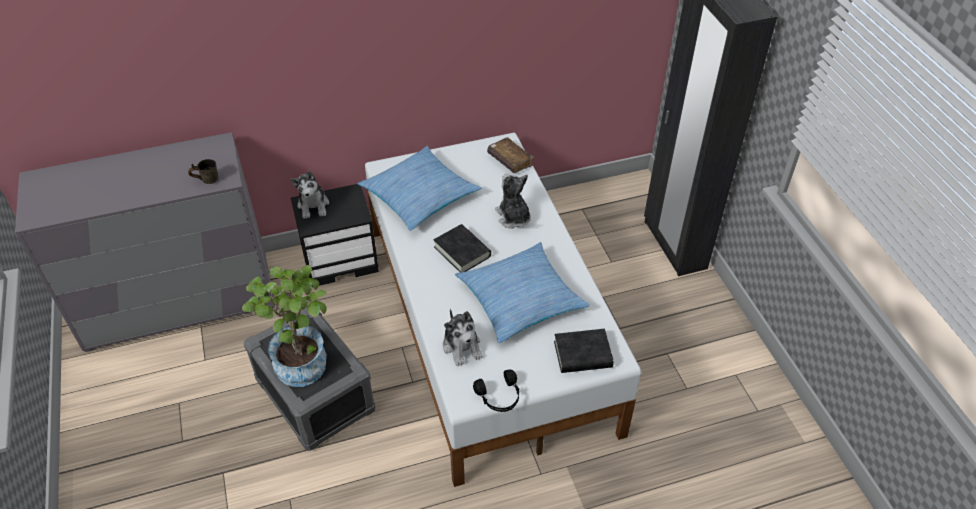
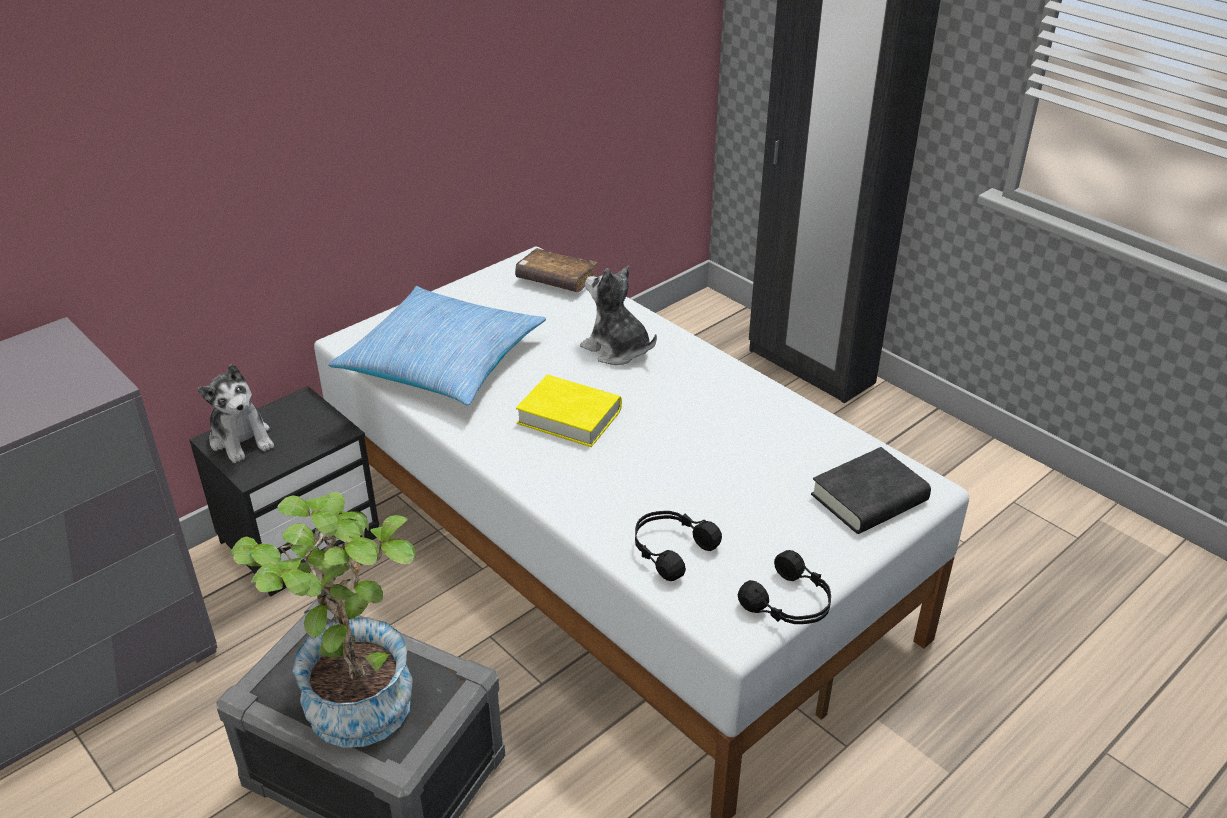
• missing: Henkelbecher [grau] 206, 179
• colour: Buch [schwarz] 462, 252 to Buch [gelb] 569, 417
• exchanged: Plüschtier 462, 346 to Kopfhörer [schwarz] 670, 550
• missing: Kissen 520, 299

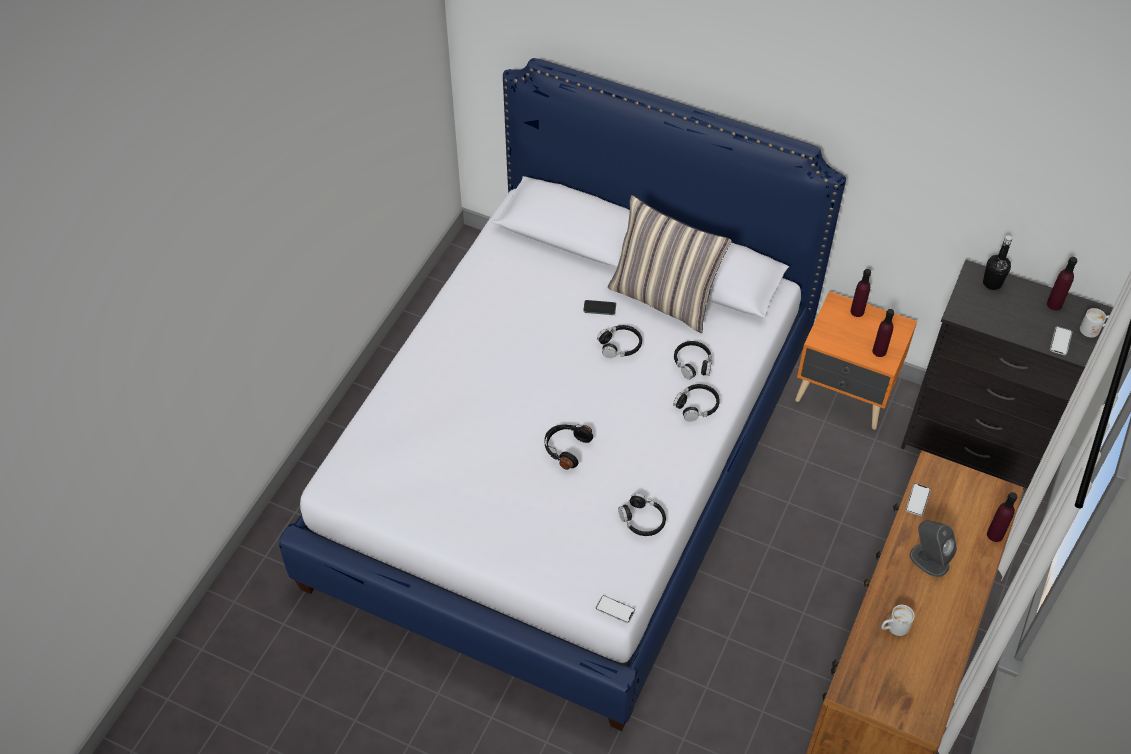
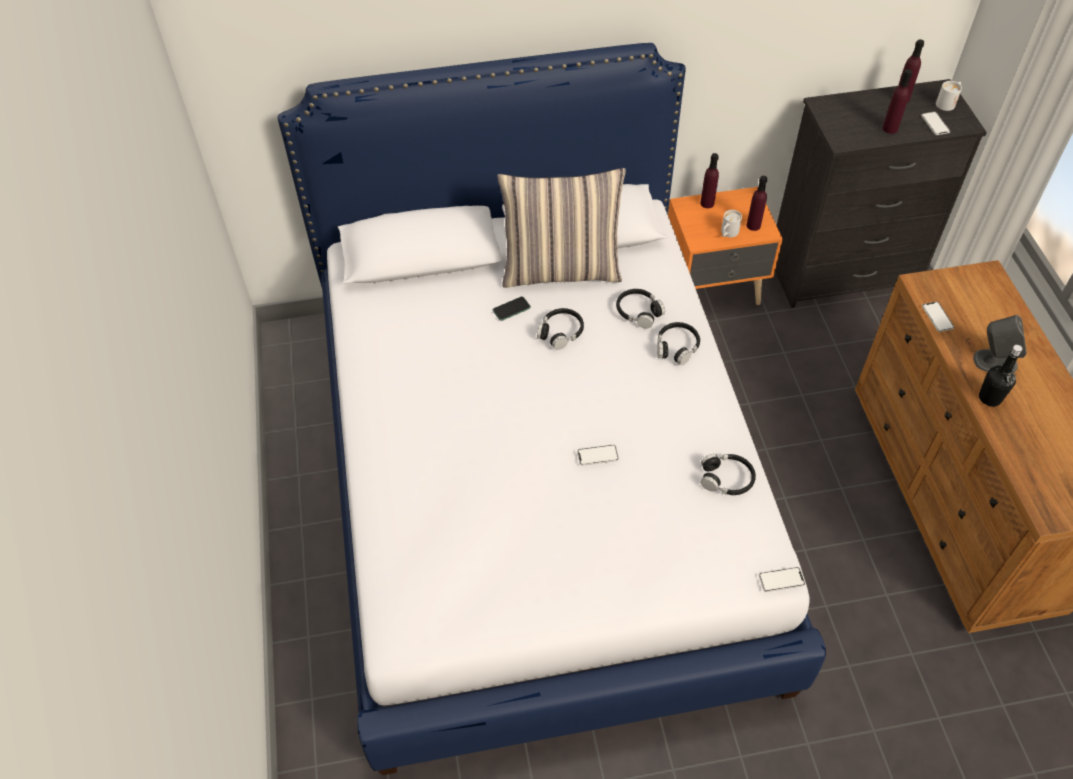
• exchanged: Kopfhörer [schwarz] 565, 448 to Handy 597, 455
• relocated: Henkelbecher [weiß] 893, 627 to 727, 233
• relocated: Flasche [schwarz] 992, 283 to 989, 398
• relocated: Flasche [lila] 995, 534 to 890, 128

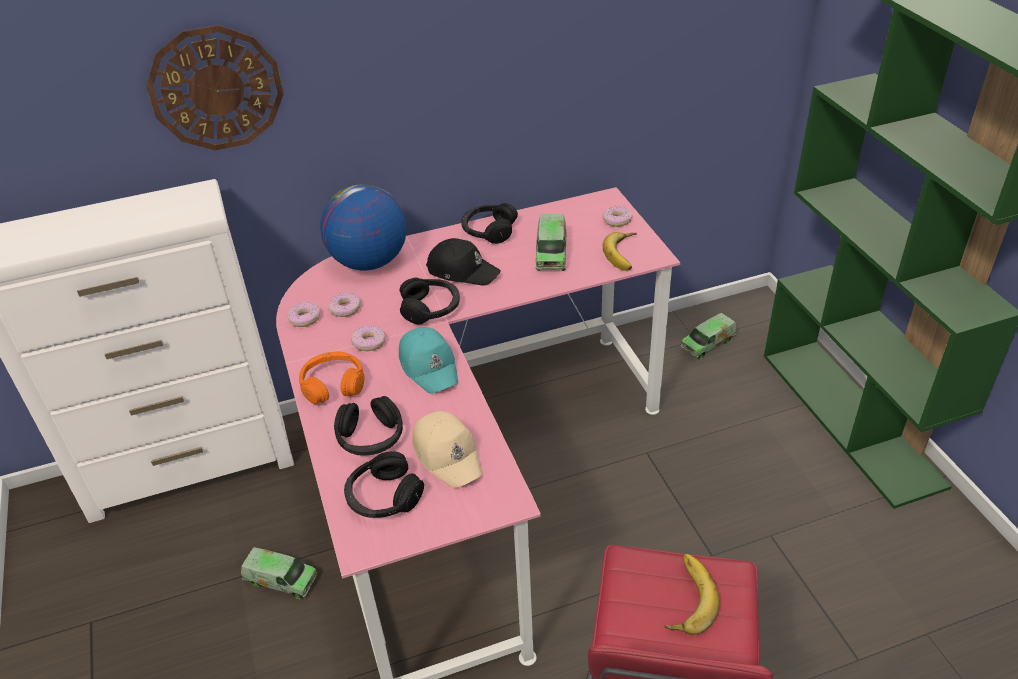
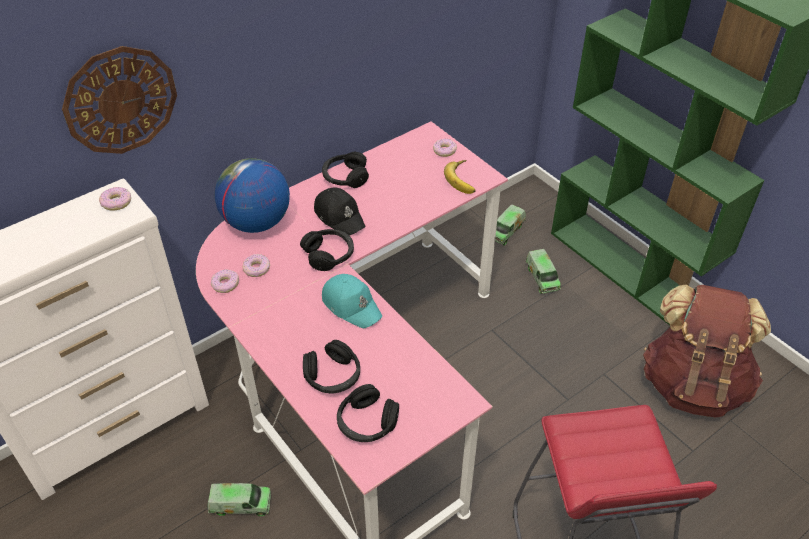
• missing: Kopfhörer [orange] 333, 385
• relocated: Donut 369, 342 to 116, 202
• missing: Kappe [beige] 448, 454
• spun: Kappe [schwarz] 462, 270 = 340, 216 45 degrees clockwise
• relocated: Spielzeuglaster 551, 253 to 542, 277
• missing: Banane 685, 598
• appeared: Rucksack [braun] 693, 384

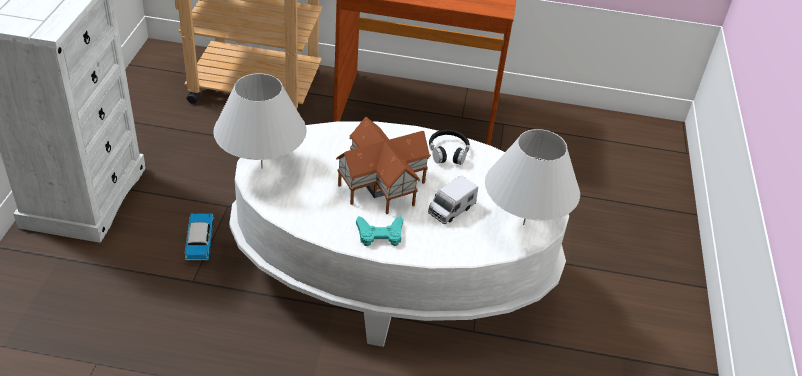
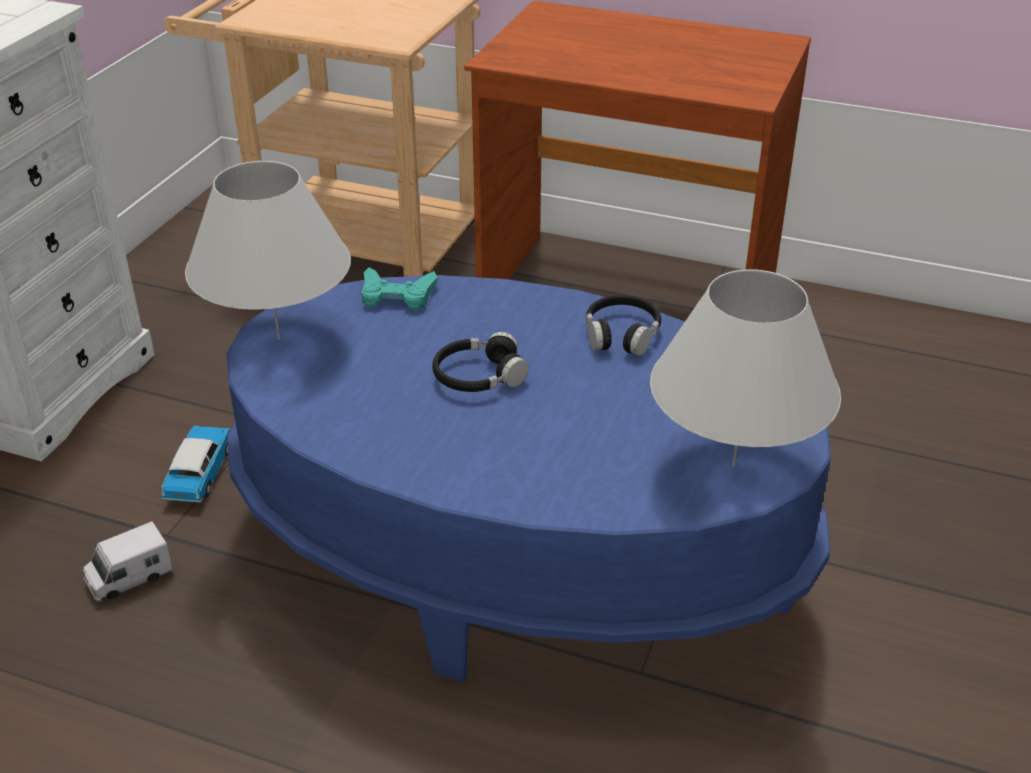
• colour: Couchtisch [weiß] 392, 272 to Couchtisch [blau] 515, 553
• exchanged: Spielzeughaus 380, 183 to Kopfhörer [schwarz] 478, 376
• relocated: Gamepad [türkis] 380, 234 to 397, 296
• relocated: Spielzeuglaster 451, 209 to 129, 577

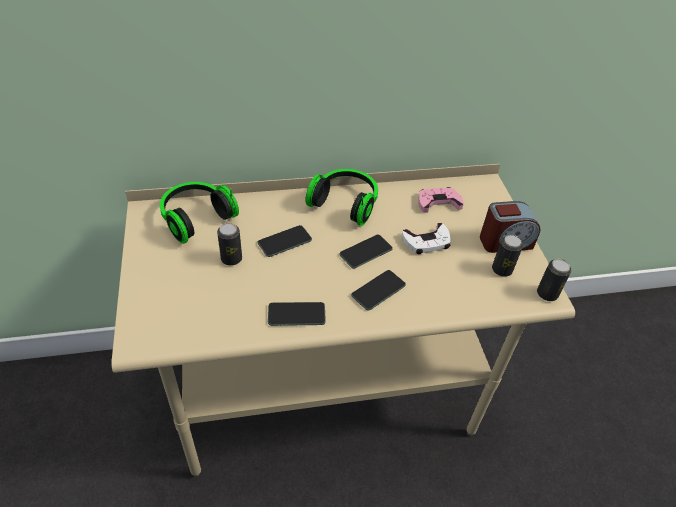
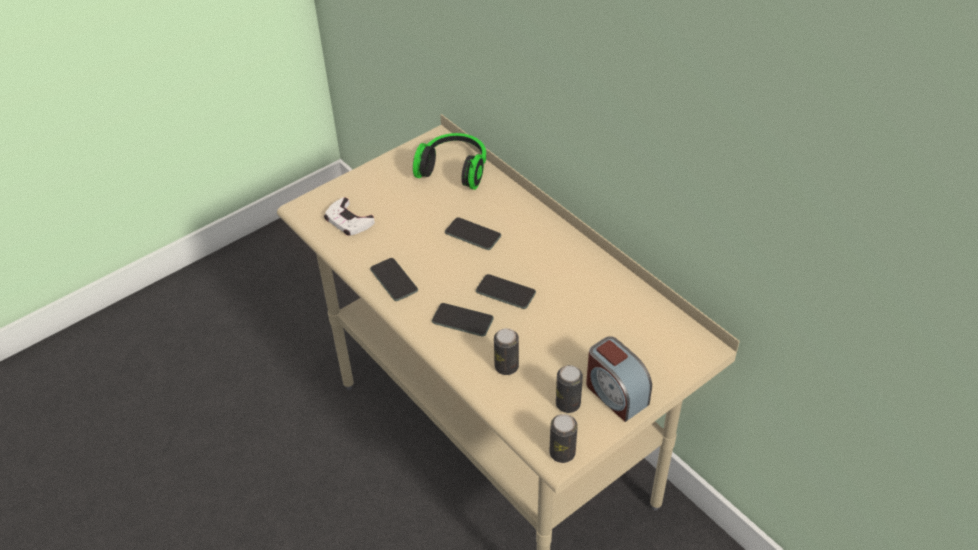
• relocated: Dose 231, 259 to 506, 366
• missing: Kopfhörer 346, 203
• relocated: Gamepad [weiß] 427, 242 to 348, 221
• missing: Gamepad [rosa] 438, 202

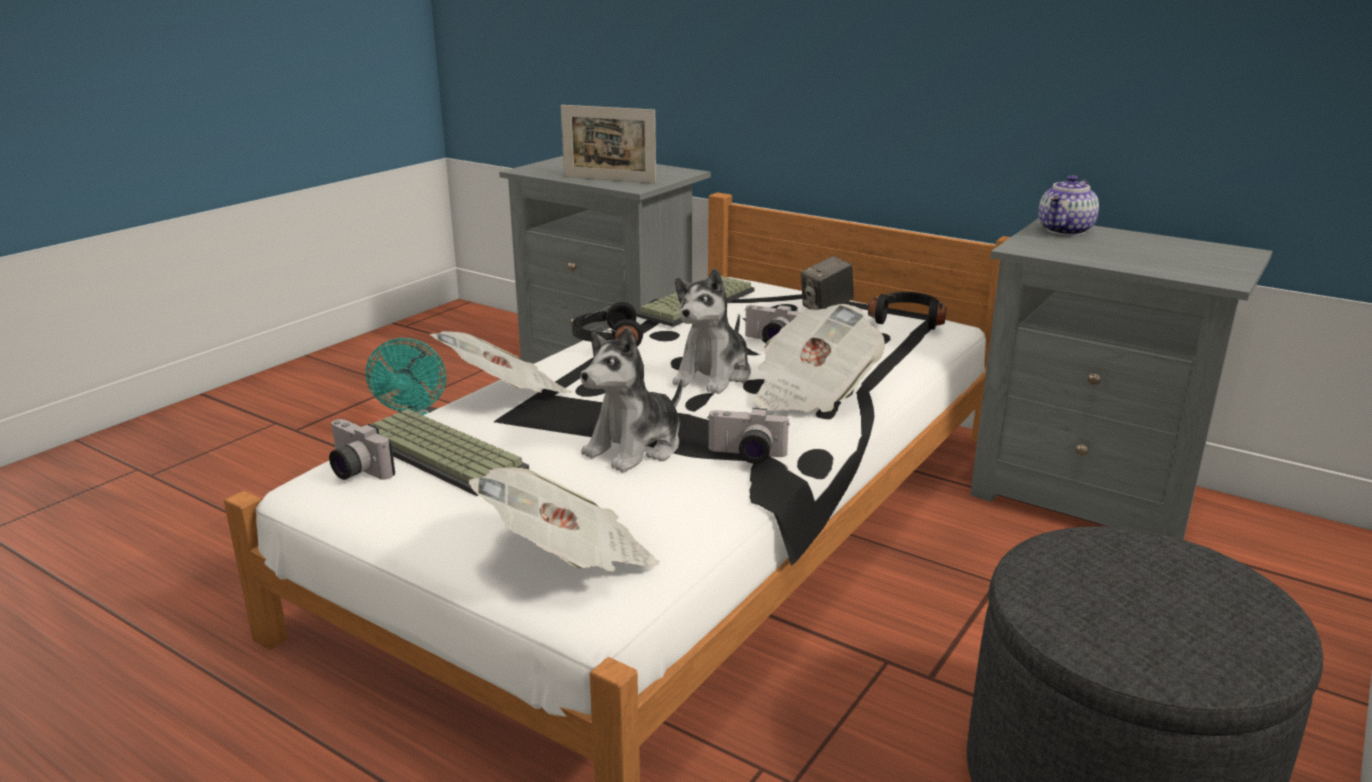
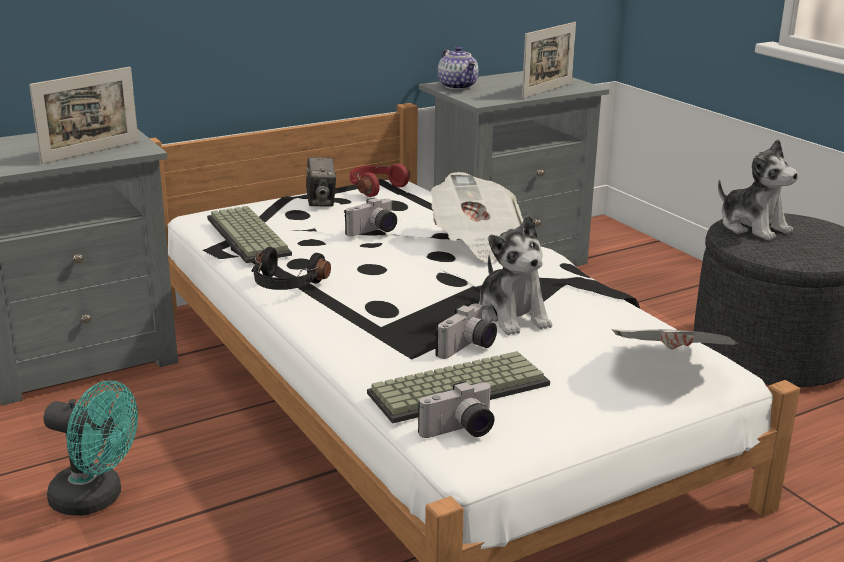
• missing: Zeitung 505, 395
• relocated: Plüschtier 714, 376 to 753, 227
• relocated: Kamera 746, 456 to 468, 348
• colour: Kopfhörer [schwarz] 908, 320 to Kopfhörer [rot] 374, 188
• appeared: Bilderrahmen 547, 90

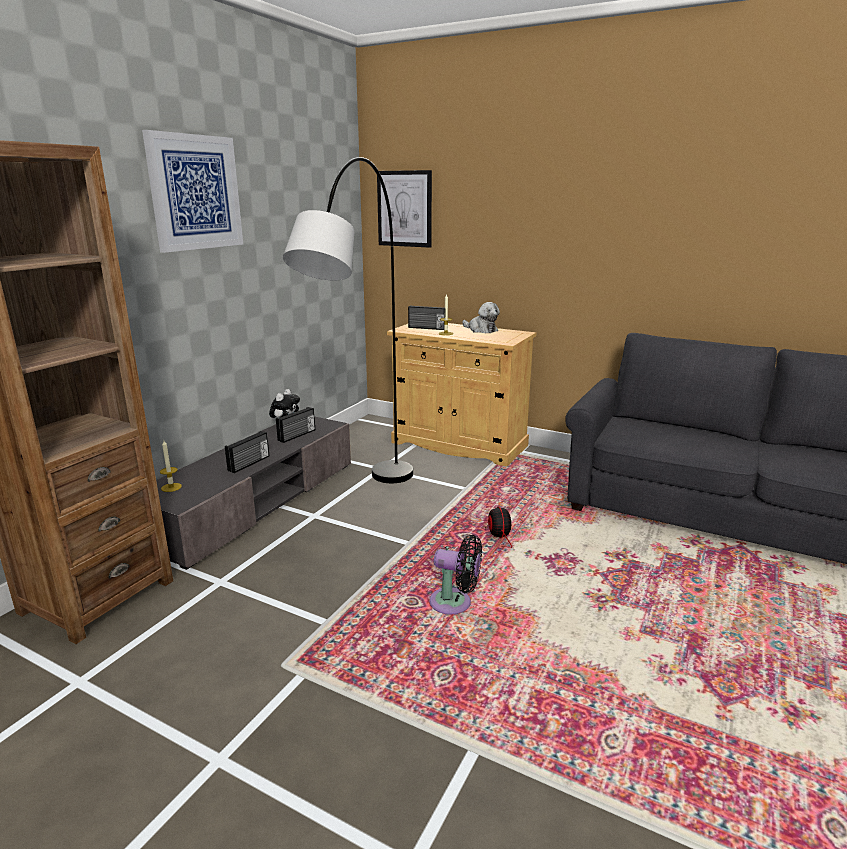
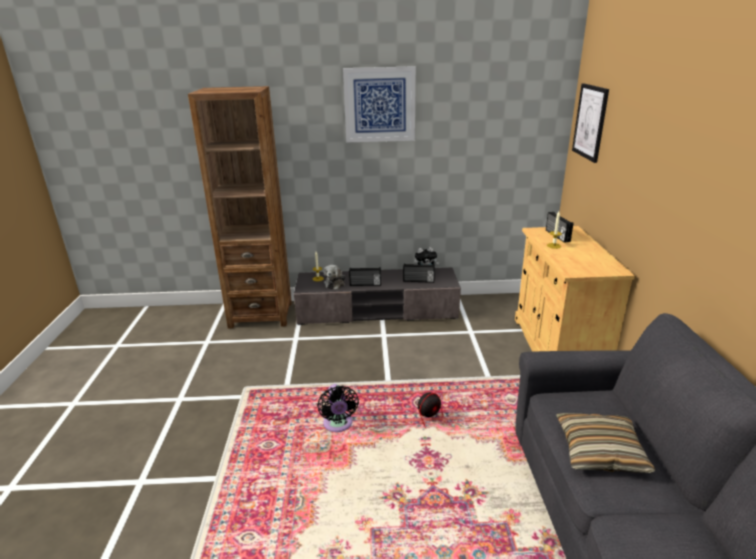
• missing: Stehlampe [grau] 365, 511
• relocated: Plüschtier 481, 330 to 335, 283
• appeared: Kissen 600, 451

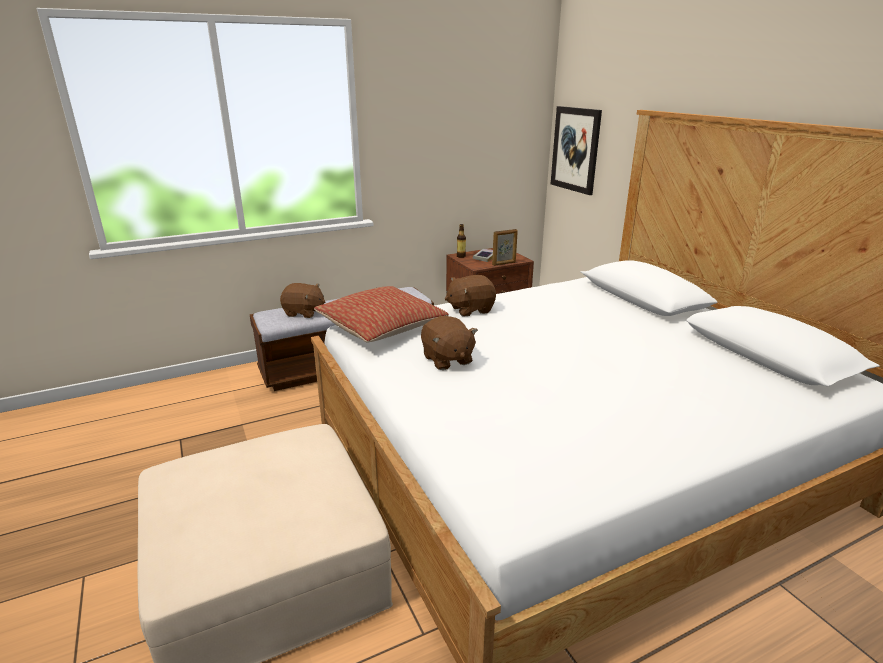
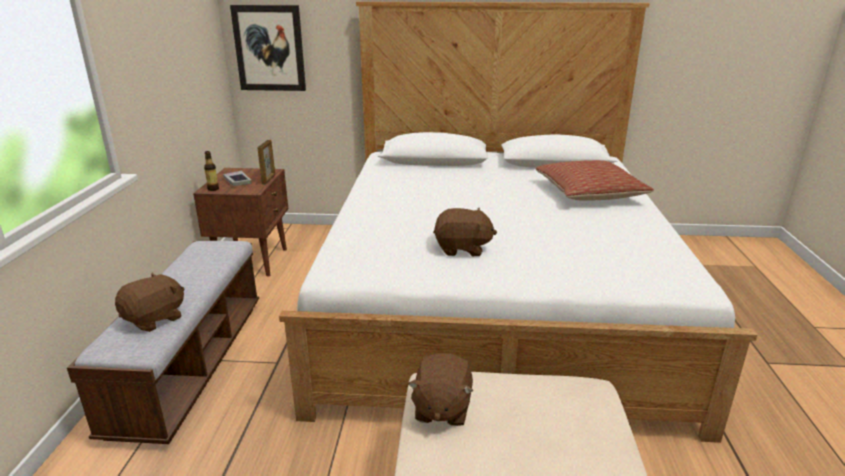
• relocated: Kissen 381, 327 to 589, 193
• relocated: Plüschtier [braun] 470, 309 to 441, 408

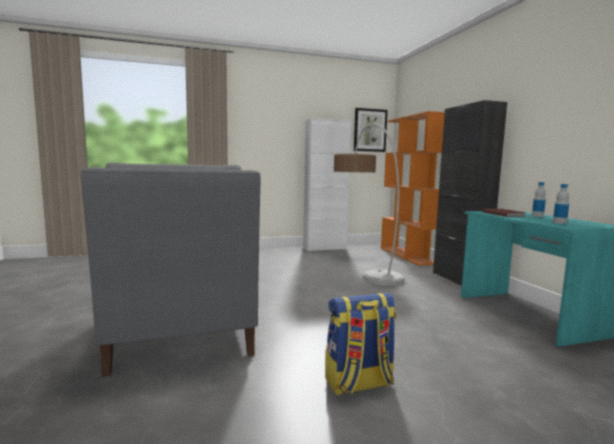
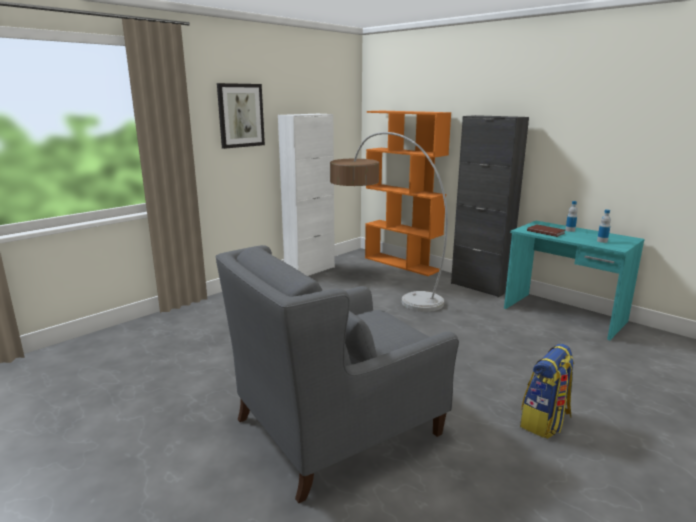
• spun: Sessel [grau] 182, 329 = 338, 426 105 degrees clockwise
• relocated: Bild 370, 130 to 240, 115

